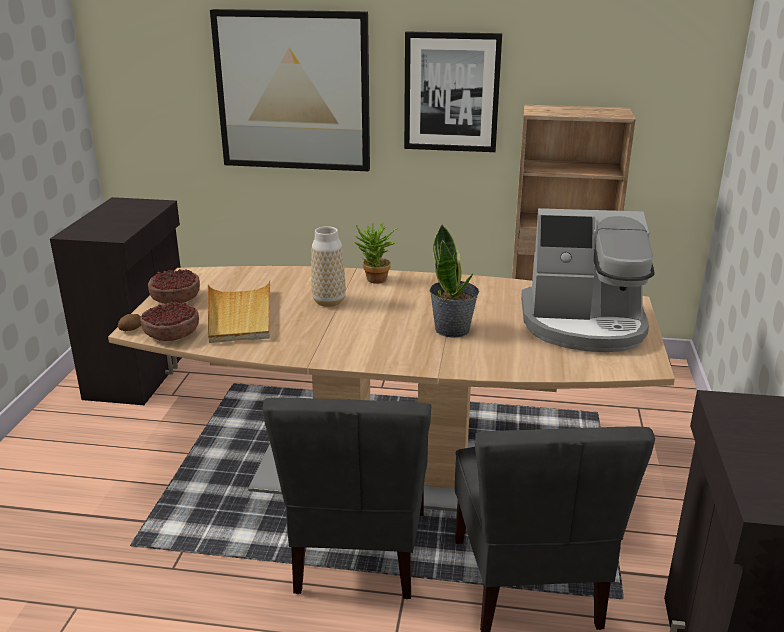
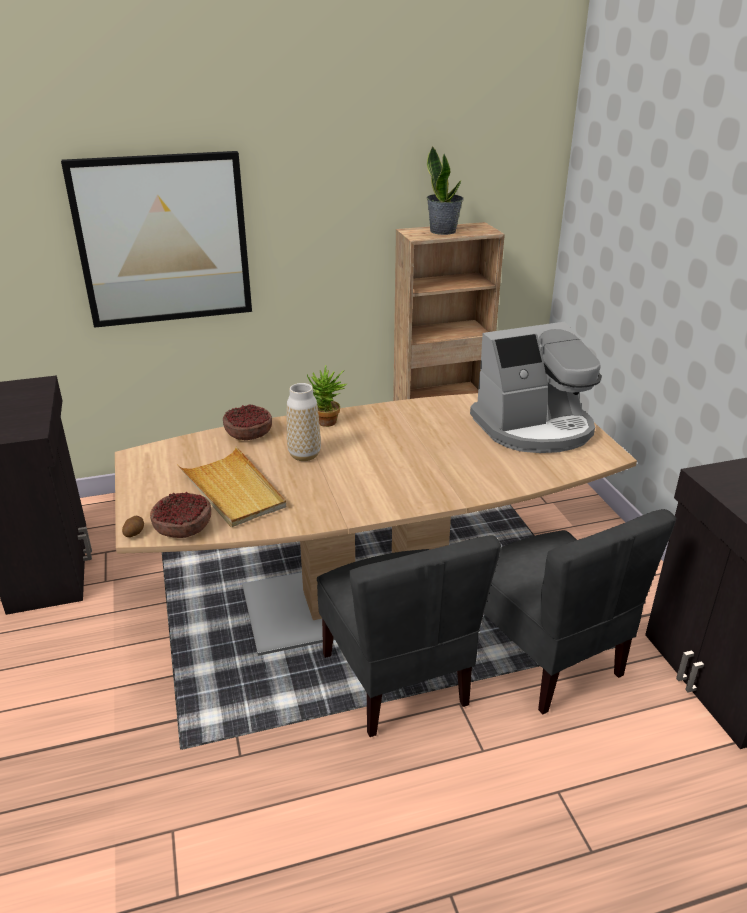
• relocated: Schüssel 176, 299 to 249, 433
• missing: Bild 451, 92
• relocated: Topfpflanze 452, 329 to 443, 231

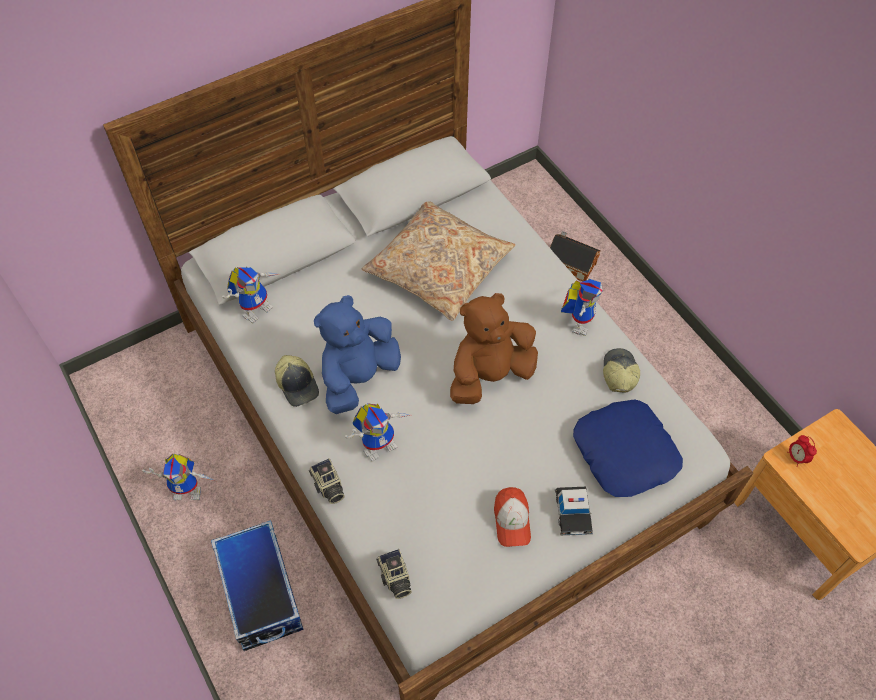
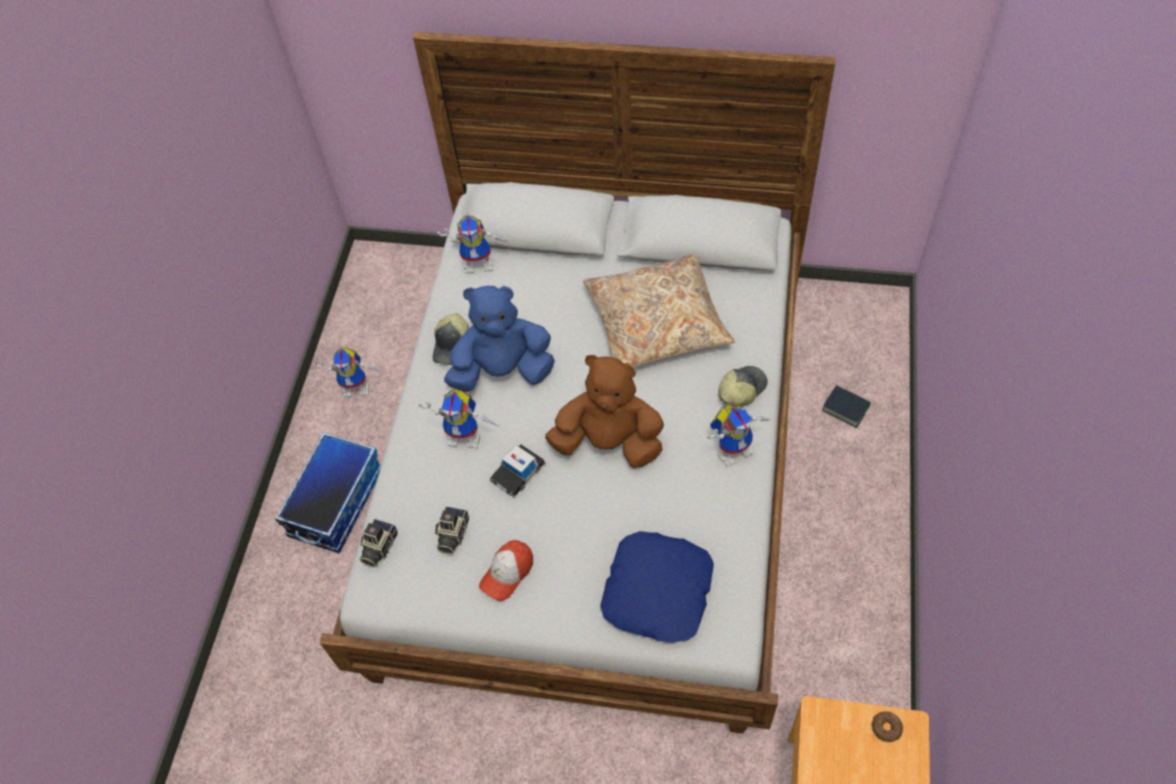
• spun: Spielzeugroboter 190, 489 = 358, 386 45 degrees counterclockwise
• relocated: Kamera 328, 487 to 452, 535
• exchanged: Spielzeughaus 570, 264 to Buch 845, 408
• relocated: Spielzeugauto 573, 512 to 518, 473
• relocated: Kappe 619, 373 to 741, 389
• missing: Wecker 796, 457
• appeared: Donut 886, 728

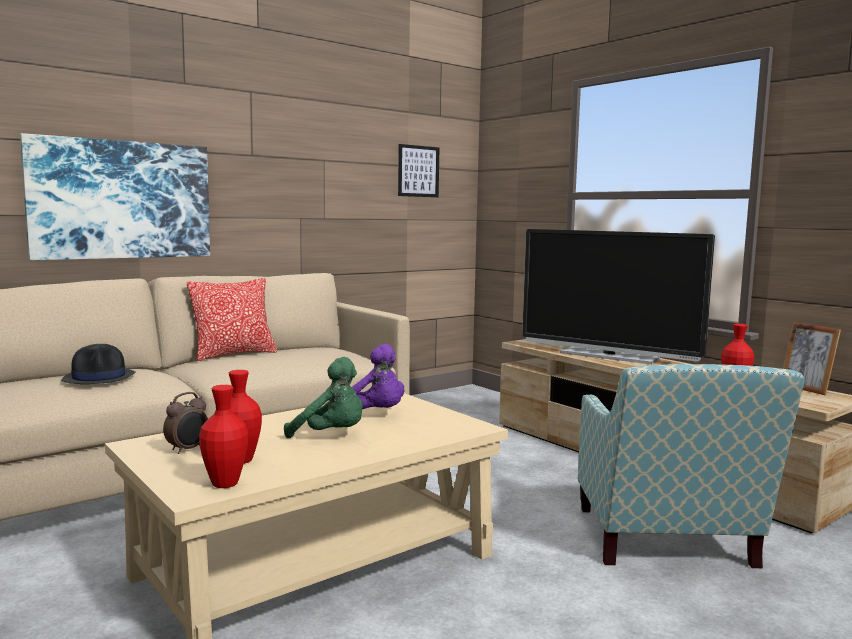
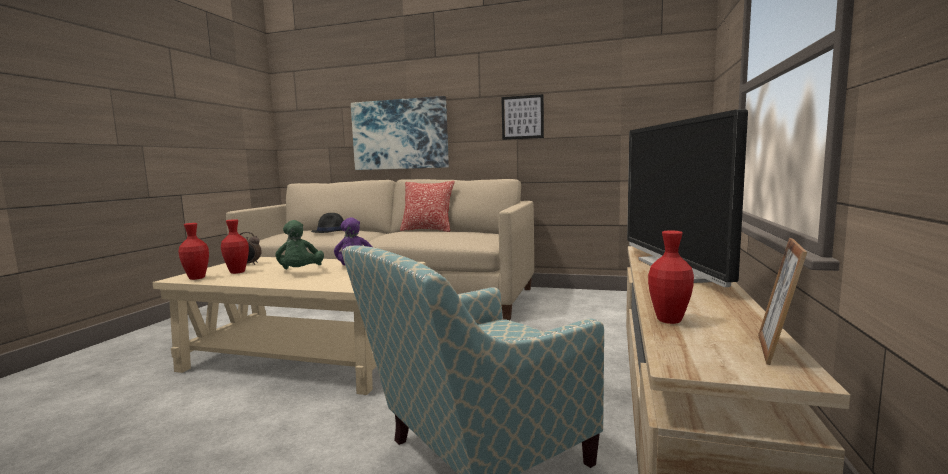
• relocated: Bild 418, 171 to 522, 117

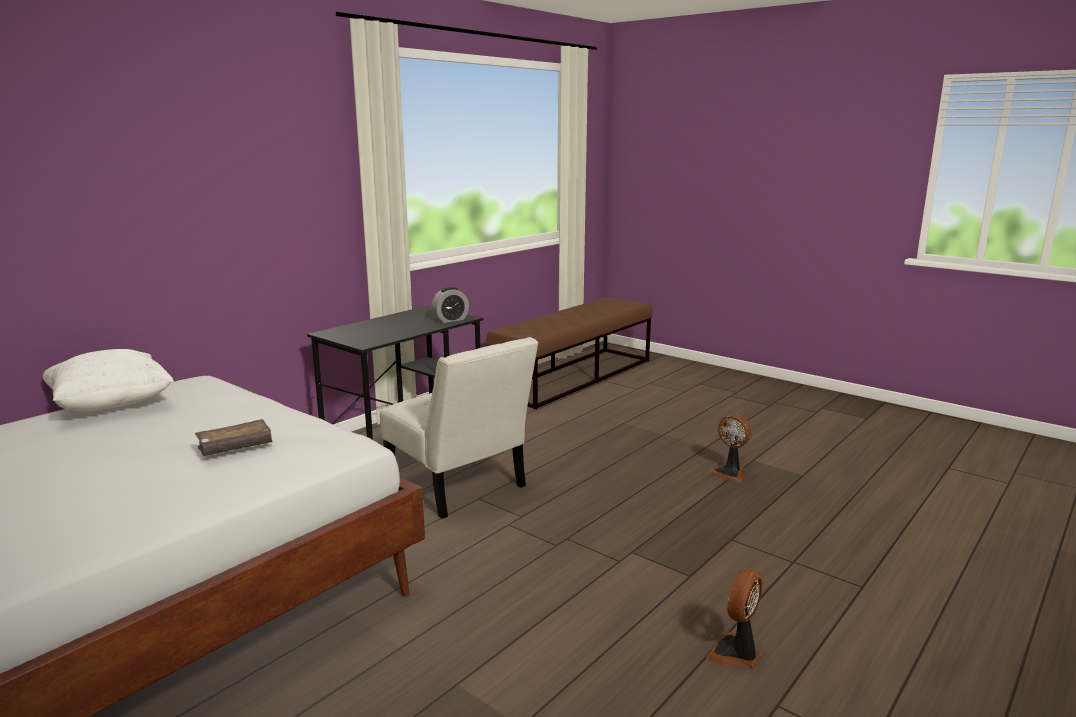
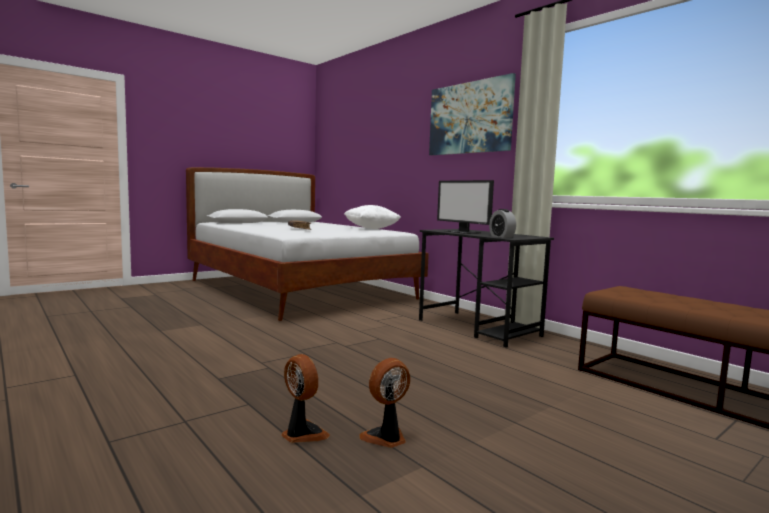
• missing: Stuhl [weiß] 459, 487
• relocated: Ventilator 736, 654 to 302, 434
• appeared: Bild 470, 118
• appeared: Monitor 462, 232

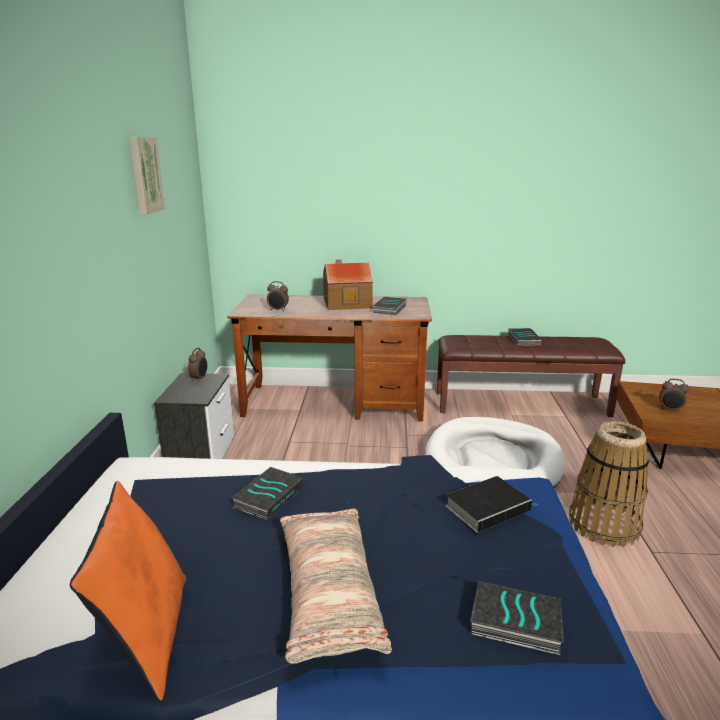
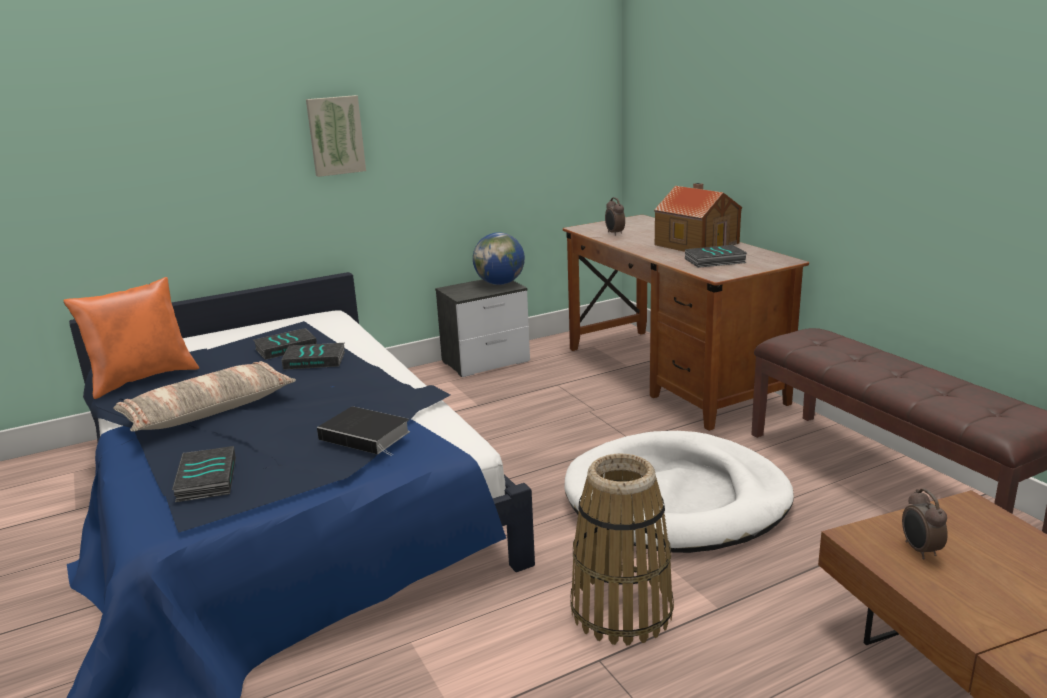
• relocated: Bild 144, 175 to 335, 135
• exchanged: Wecker 199, 378 to Globus 500, 283
• relocated: Buch 522, 340 to 286, 348

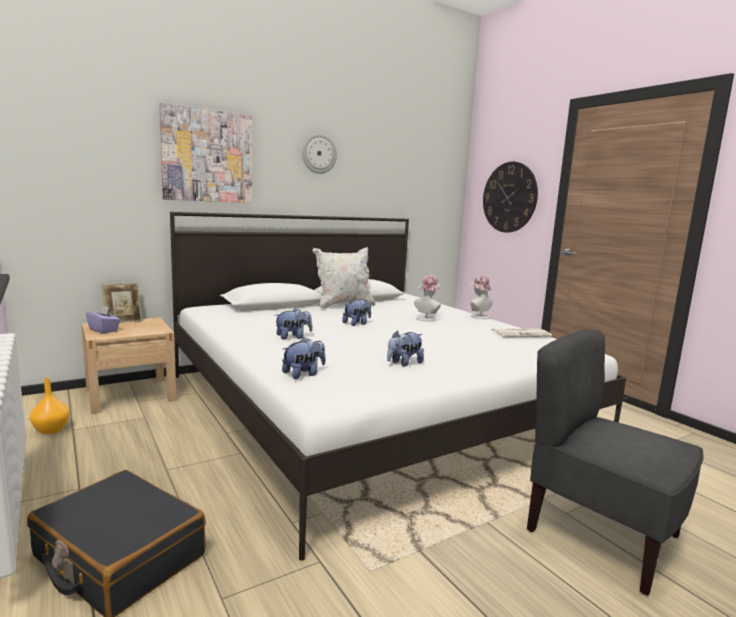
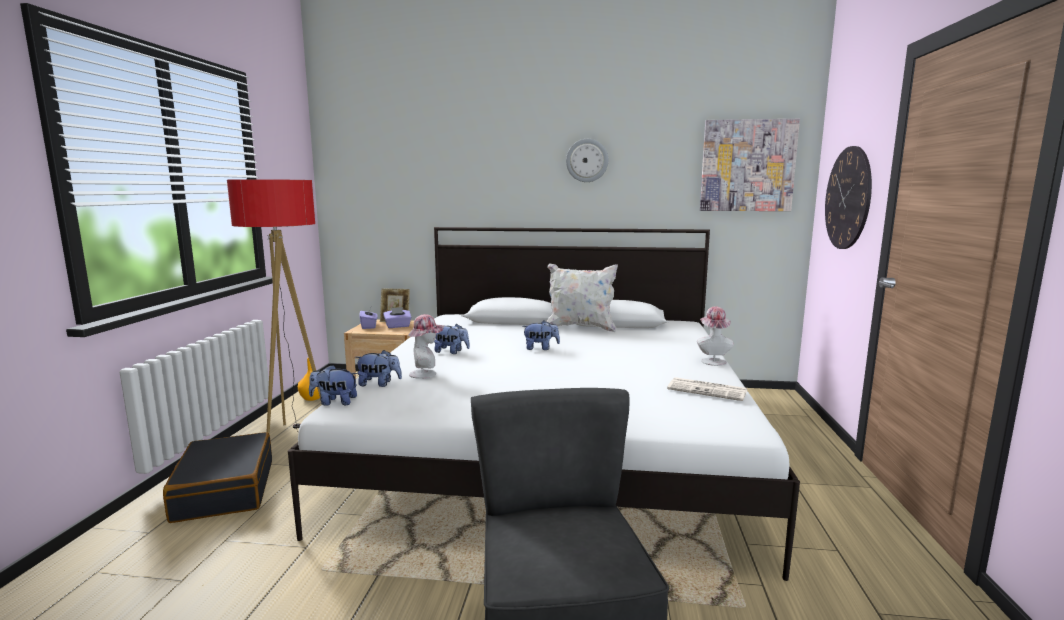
• relocated: Bild 207, 156 to 747, 166
• relocated: Plüschtier 404, 363 to 334, 402
• relocated: Hut 427, 318 to 426, 373
• appeared: Stehlampe 295, 436
• appeared: Taschentuchbox [lila] 398, 326

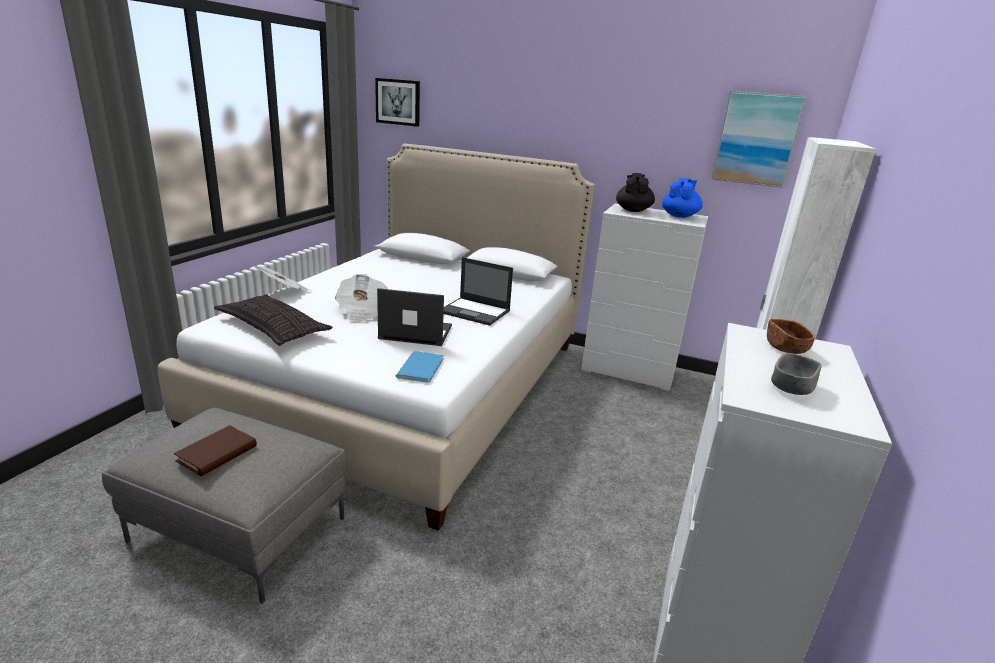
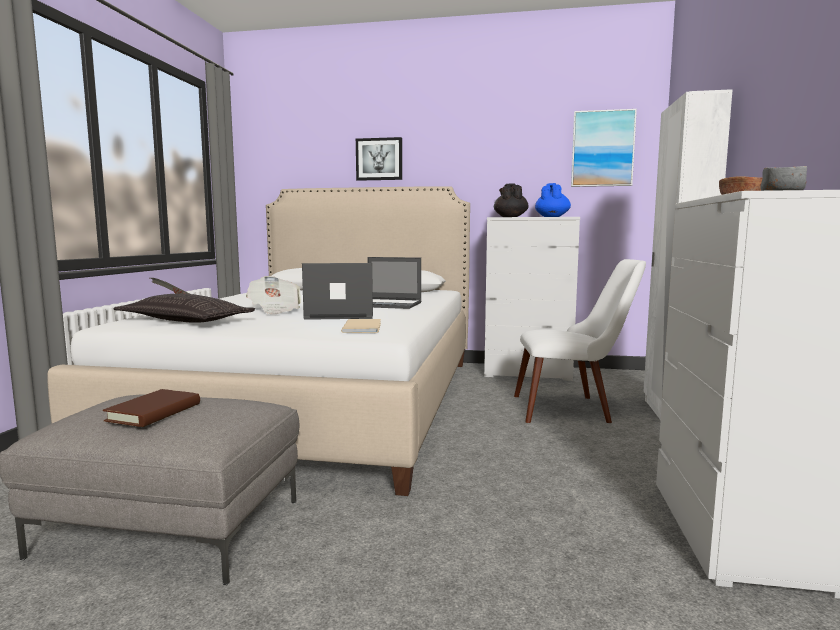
• relocated: Bild 398, 102 to 379, 159
• colour: Buch [blau] 422, 367 to Buch [beige] 363, 327
• appeared: Stuhl [weiß] 574, 409

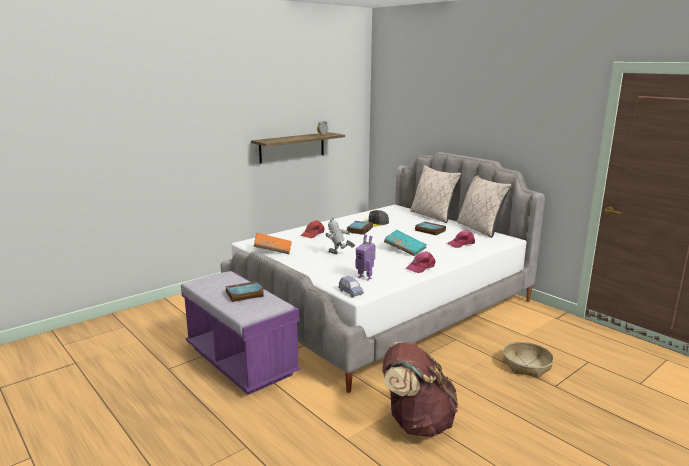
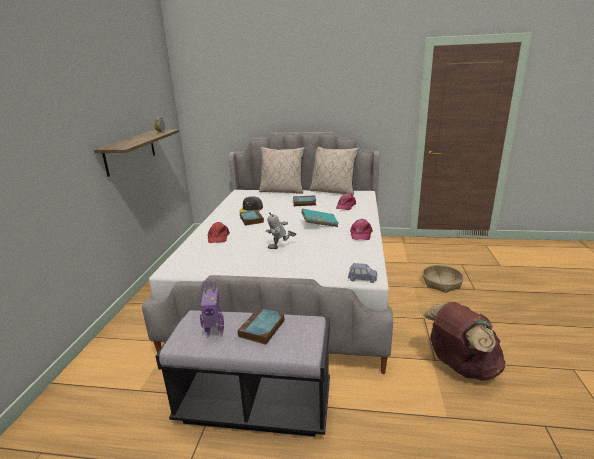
• colour: Bank [lila] 241, 361 to Bank [schwarz] 255, 404
• missing: Buch [orange] 273, 250
• relocated: Spielzeugroboter 365, 277 to 215, 332

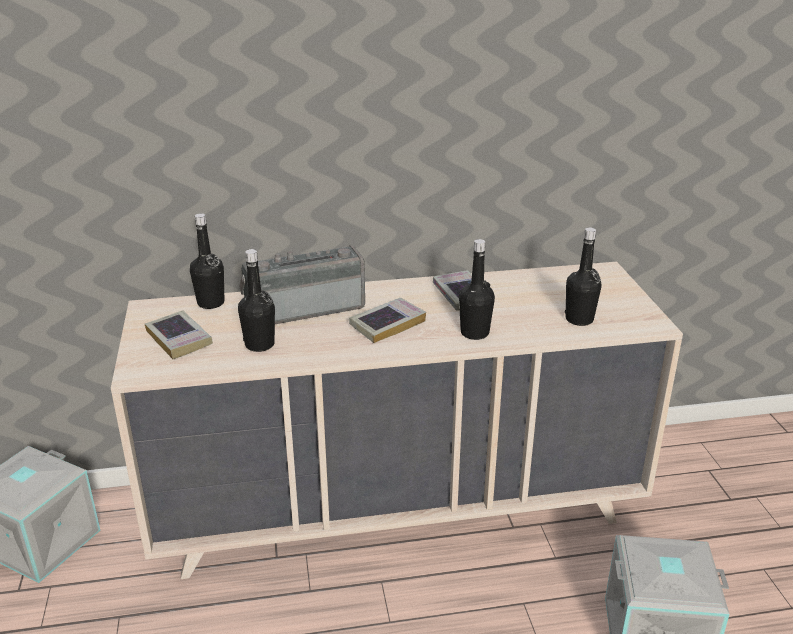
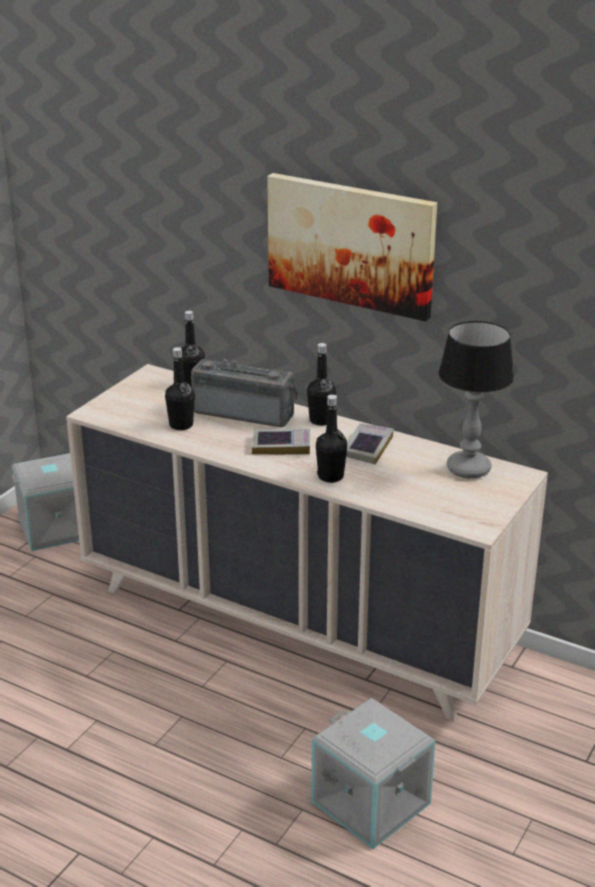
• missing: Buch 179, 339
• relocated: Flasche [schwarz] 579, 319 to 321, 420
• appeared: Bild 351, 244
• appeared: Tischlampe 468, 468

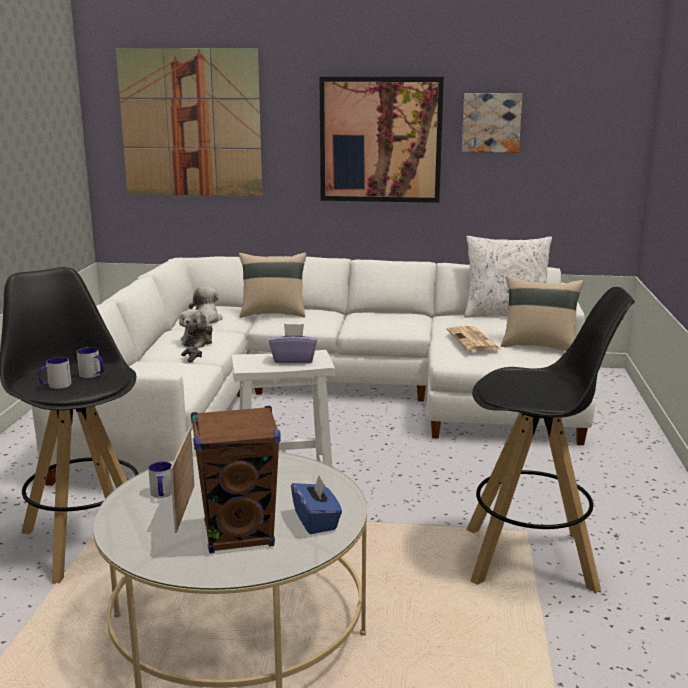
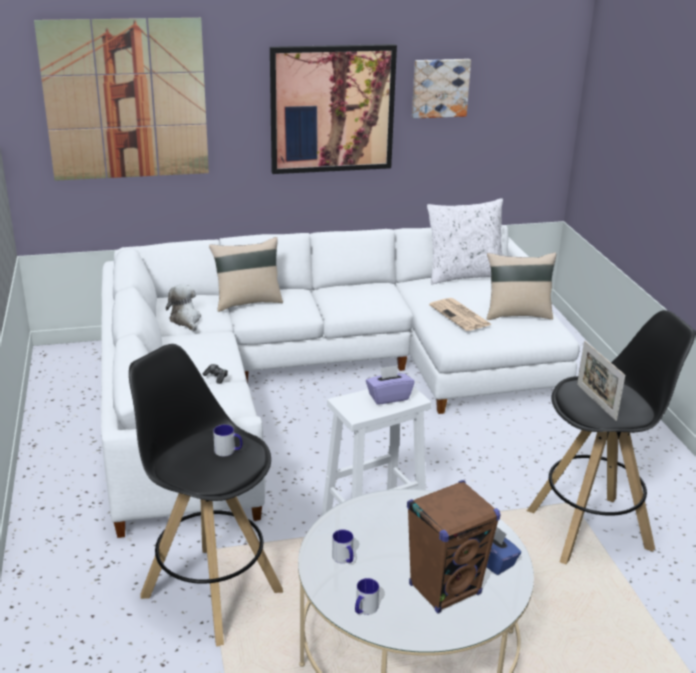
• relocated: Henkelbecher 55, 386 to 364, 609
• relocated: Bilderrahmen 185, 508 to 596, 402
• missing: Plüschtier 198, 341

